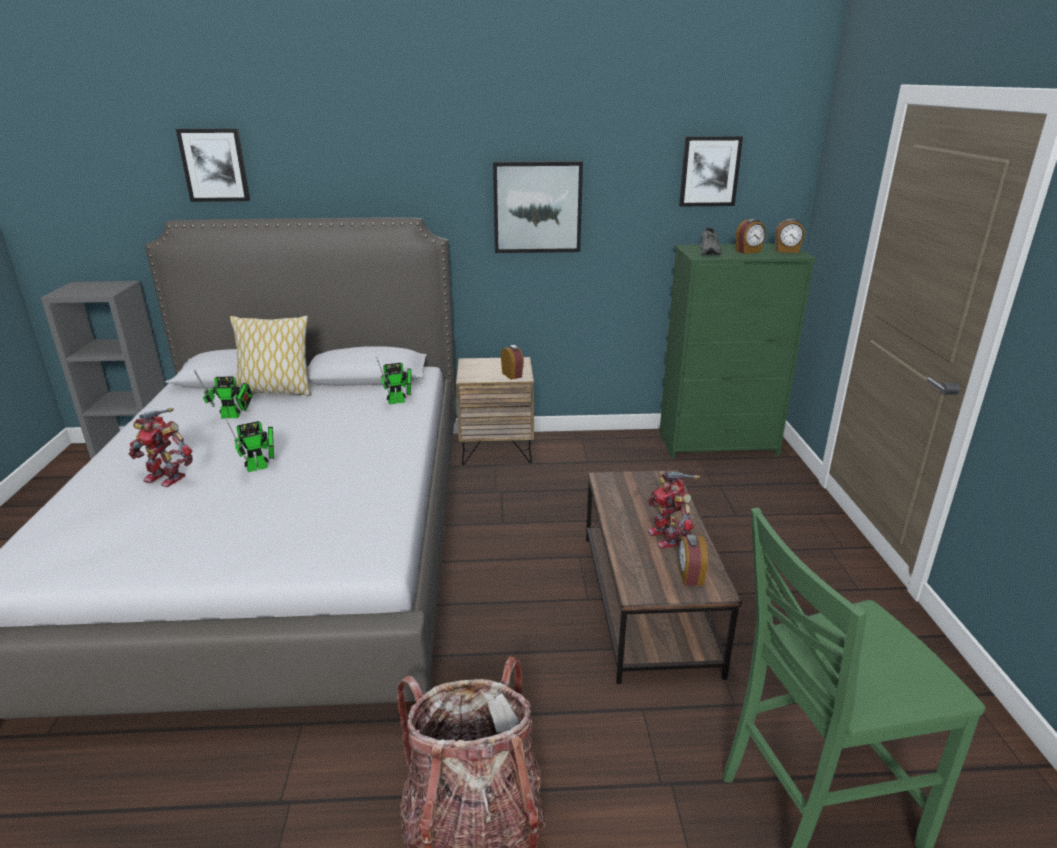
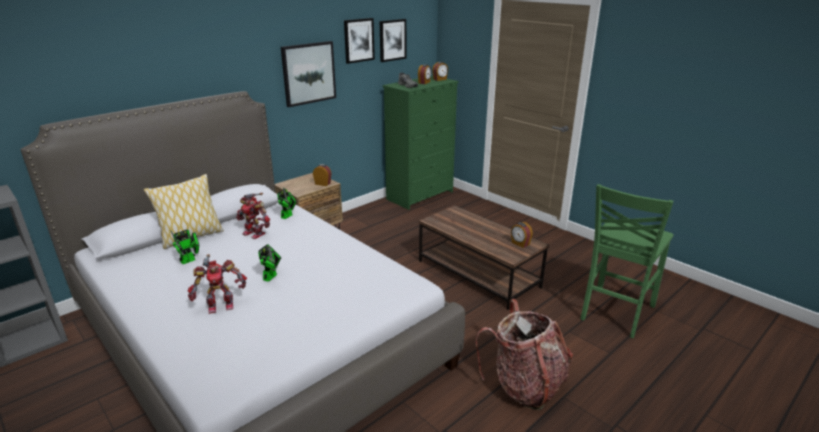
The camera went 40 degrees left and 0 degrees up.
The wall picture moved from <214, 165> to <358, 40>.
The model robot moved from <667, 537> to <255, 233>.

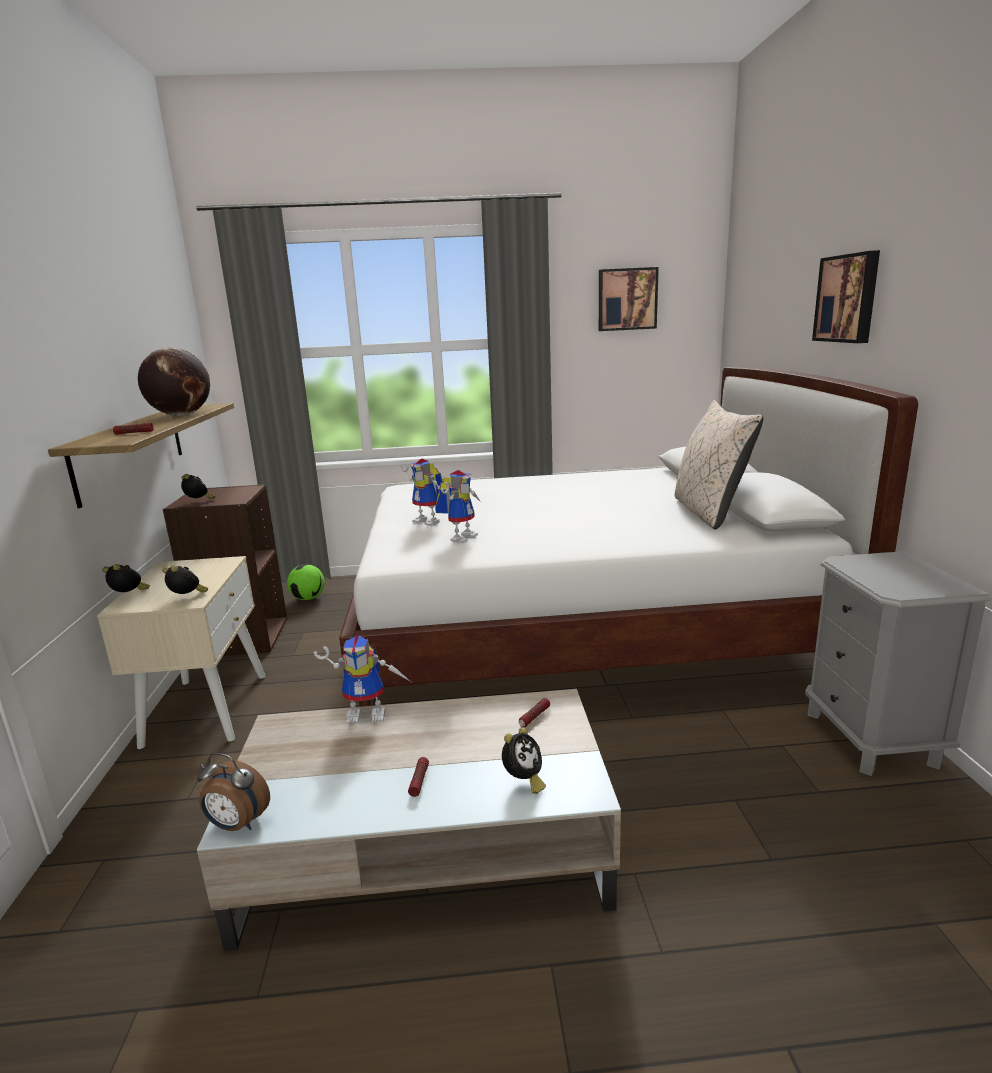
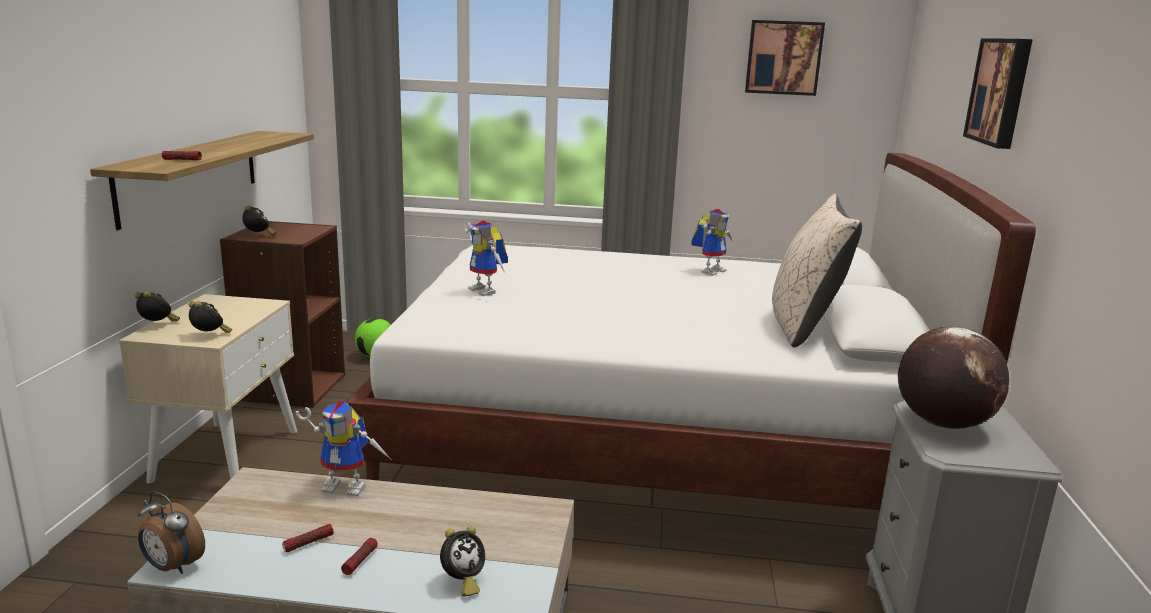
The camera went 10 degrees right and 0 degrees up.
The desk globe moved from <181, 415> to <942, 423>.
The model robot moved from <461, 537> to <711, 270>.
The flashlight moved from <534, 717> to <308, 543>.

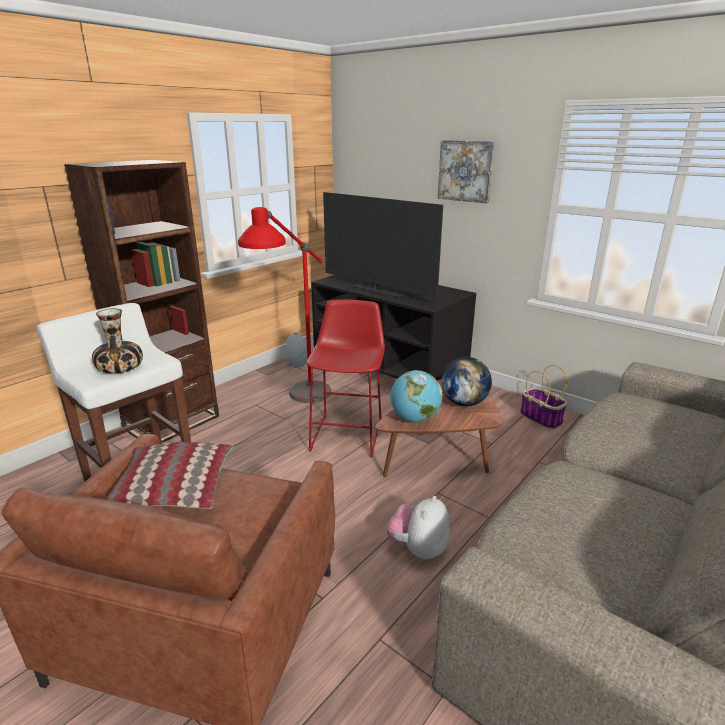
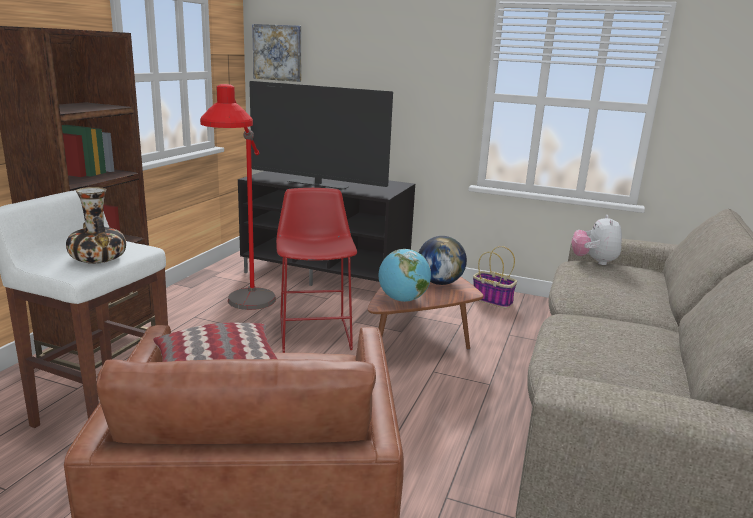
The camera went 20 degrees left and 5 degrees down.
The decorative vase (grey) at <297, 365> disappeared.
The plush toy moved from <418, 549> to <594, 262>.
The wall picture moved from <466, 171> to <278, 52>.

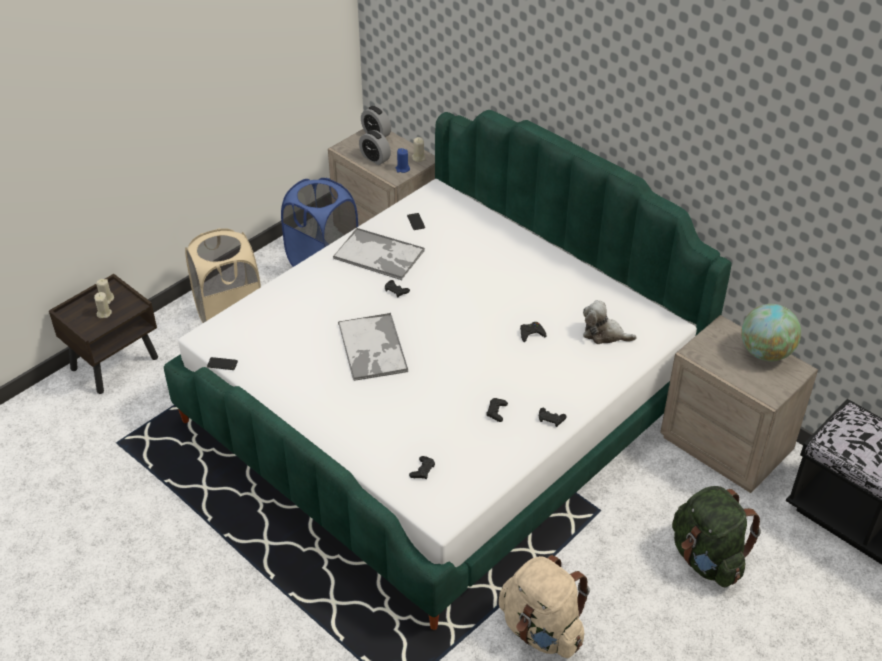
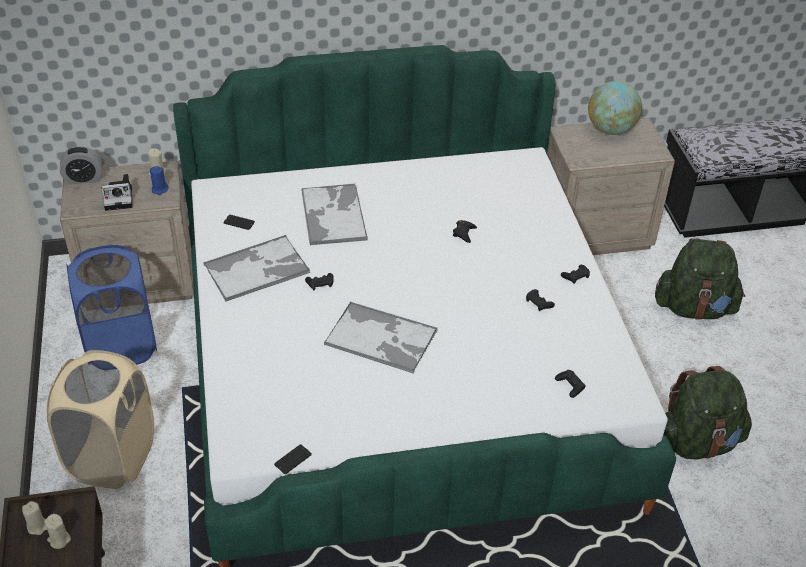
The camera went 55 degrees left and 0 degrees up.
The bedside clock at <375, 158> was replaced by the still camera at <120, 198>.
The knapsack (beige) at <541, 630> became the knapsack (green-coloured) at <696, 442>.
The plush toy at <604, 334> disappeared.
The serving tray at <333, 214> appeared.

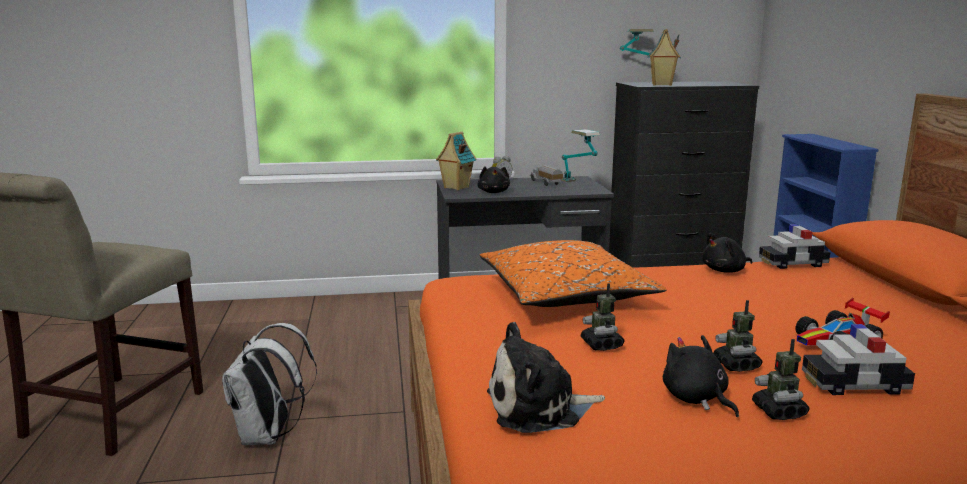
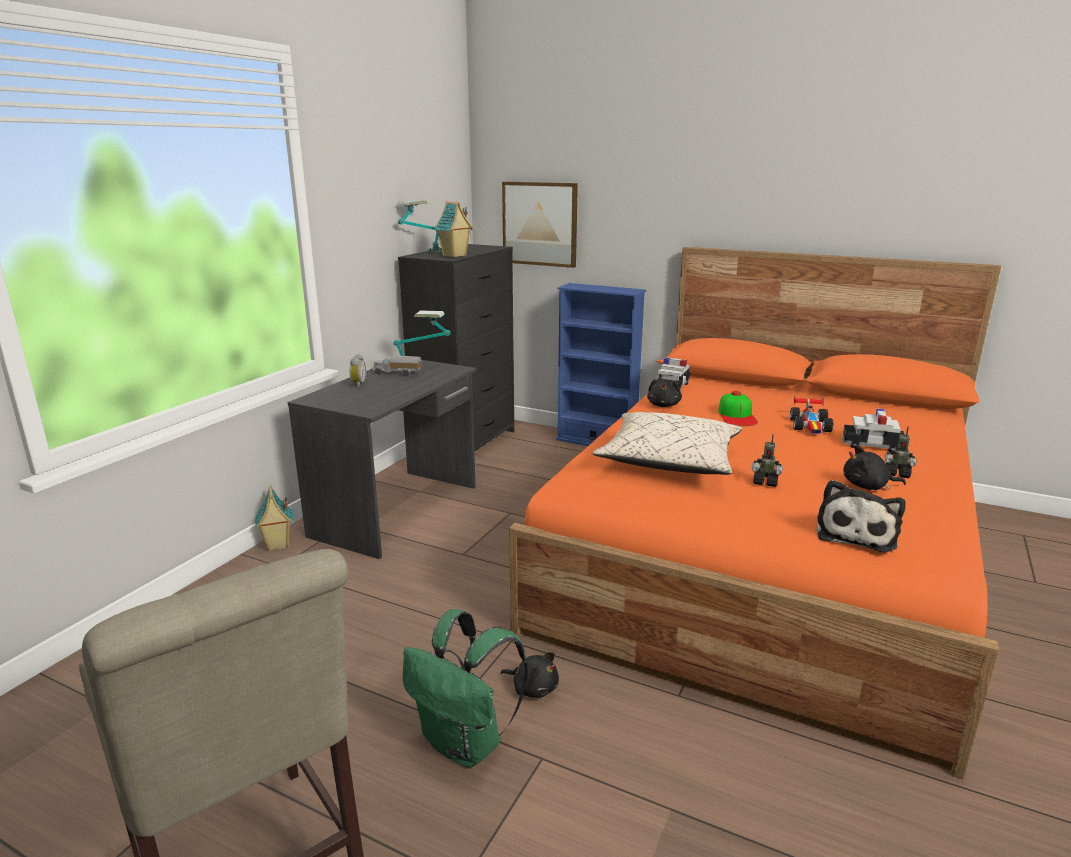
The camera went 55 degrees left and 5 degrees up.
The knapsack (white-coloured) at <268, 436> became the knapsack (green-coloured) at <466, 744>.
The model house moved from <455, 187> to <277, 545>.
The plush toy (black) moved from <494, 192> to <533, 688>.
The cushion (orange) at <565, 295> became the cushion (beige) at <669, 461>.
The model robot at <736, 365> disappeared.
The miniature car at <854, 384> turned 75 degrees clockwise.
The wall picture at <540, 224> appeared.
The peaked cap at <737, 416> appeared.

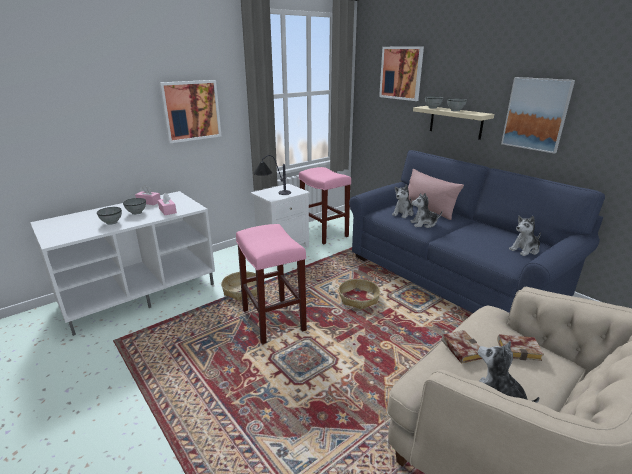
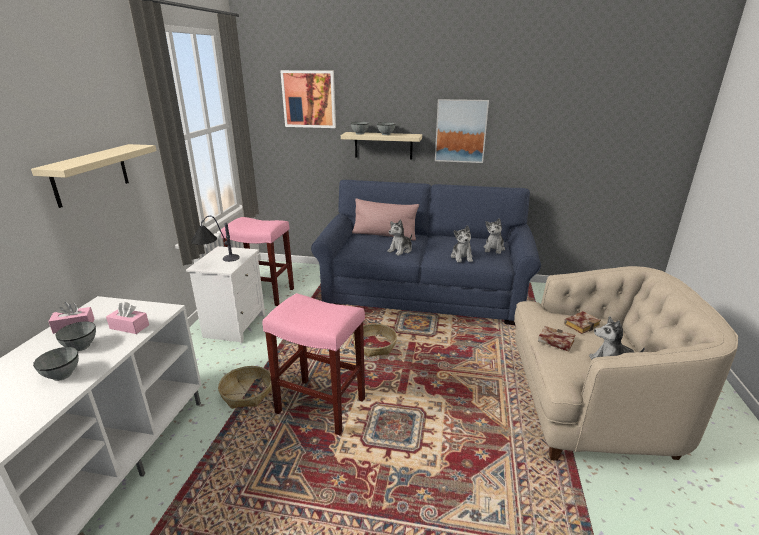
The camera went 40 degrees left and 0 degrees up.
The wall picture at <191, 111> was replaced by the shelf (beige) at <91, 174>.
The plush toy moved from <403, 213> to <461, 257>.

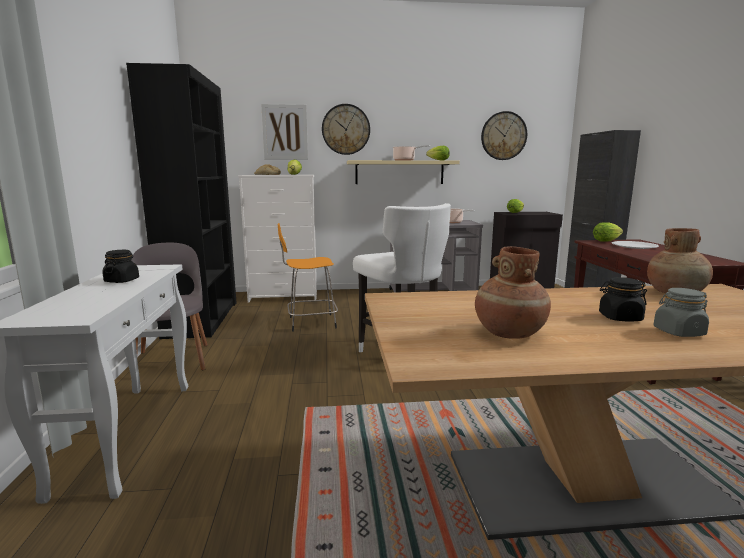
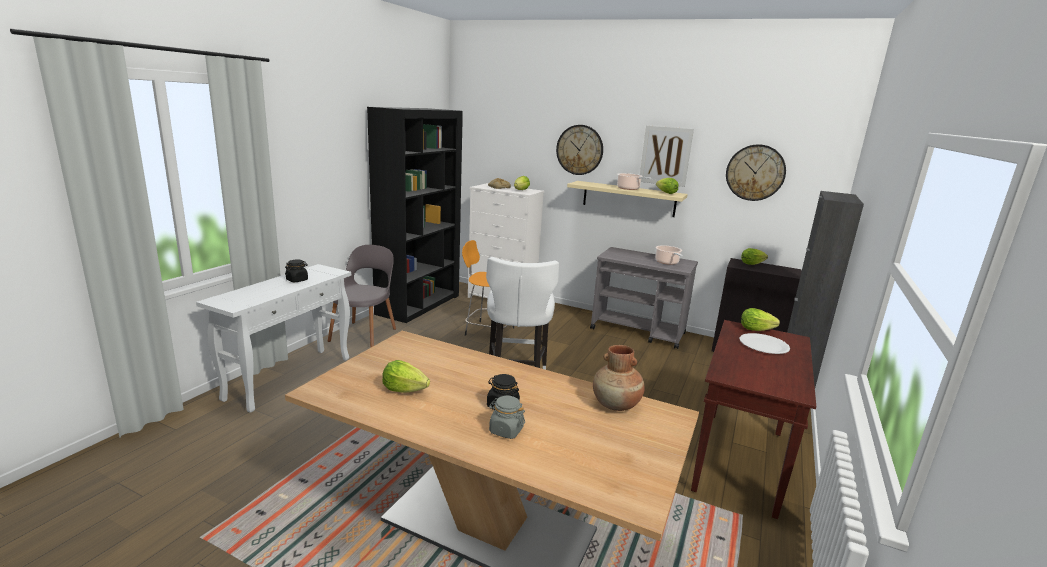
The camera went 30 degrees right and 5 degrees up.
The wall picture moved from <285, 132> to <665, 156>.
The decorative vase (brown) at <508, 333> was replaced by the lettuce at <404, 390>.

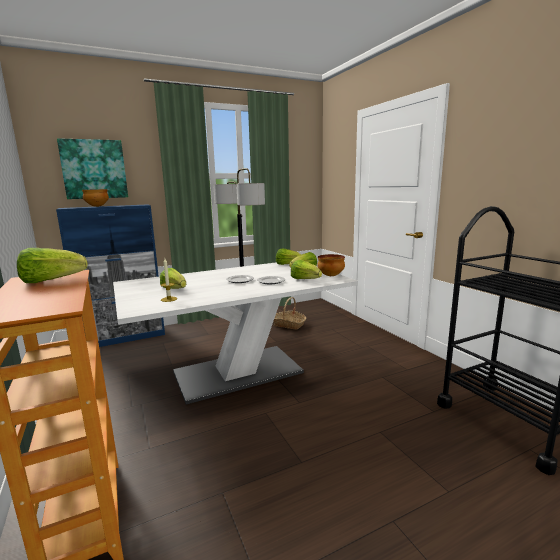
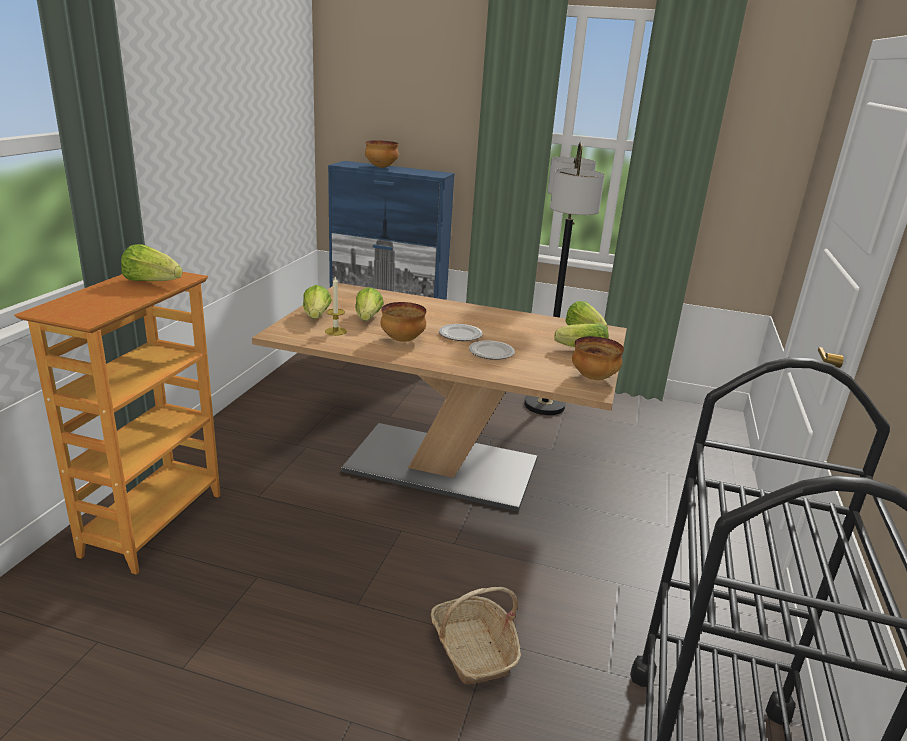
The camera went 40 degrees right and 10 degrees up.
The wall picture at <94, 169> disappeared.
The dinner table (white-coloured) at <237, 372> became the dinner table (brown) at <442, 465>.
The basket moved from <288, 324> to <473, 650>.
The lettuce moved from <305, 280> to <316, 317>.
The deep dish at <402, 340> appeared.

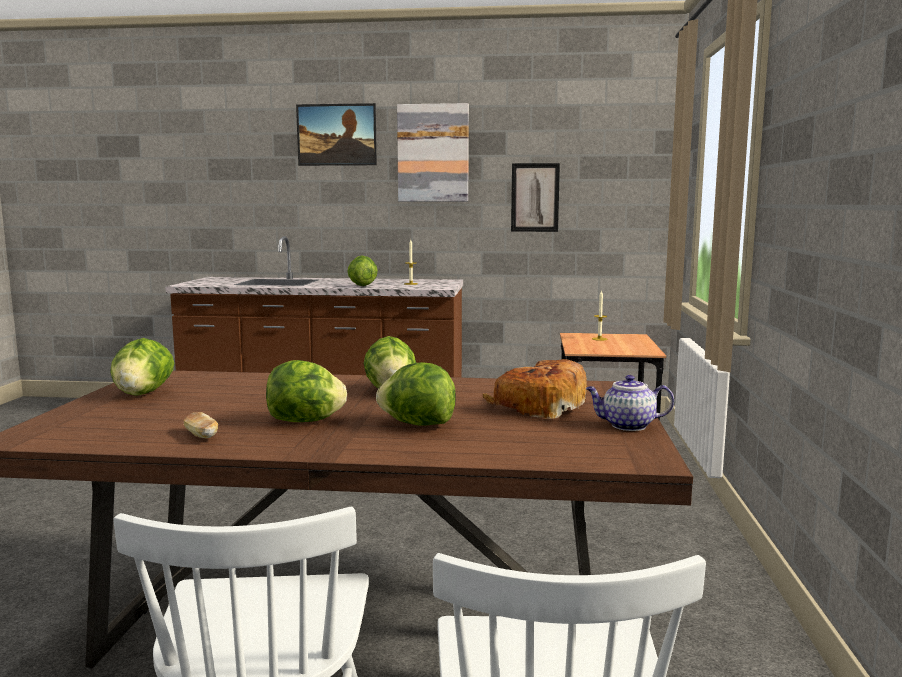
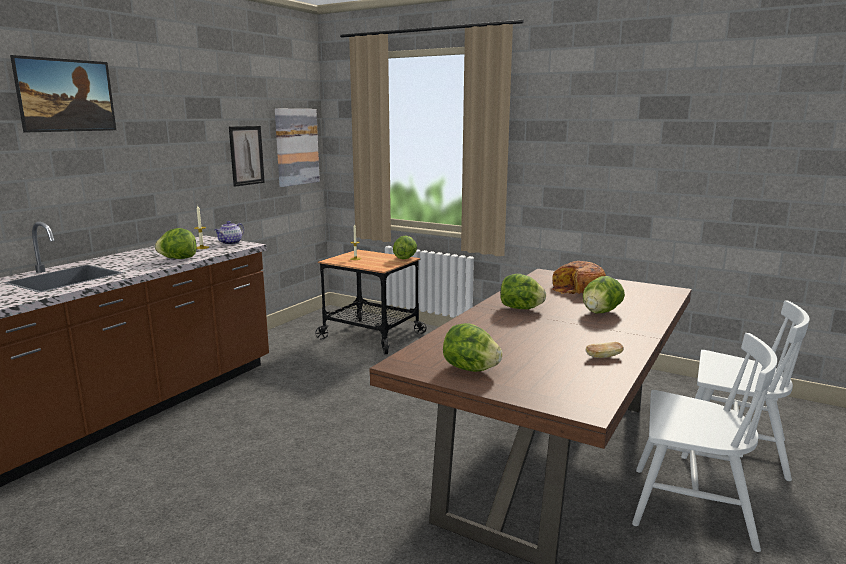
The camera went 65 degrees left and 5 degrees up.
The lettuce moved from <305, 421> to <405, 258>.
The wall picture moved from <433, 153> to <296, 147>.
The teapot moved from <627, 426> to <230, 243>.

